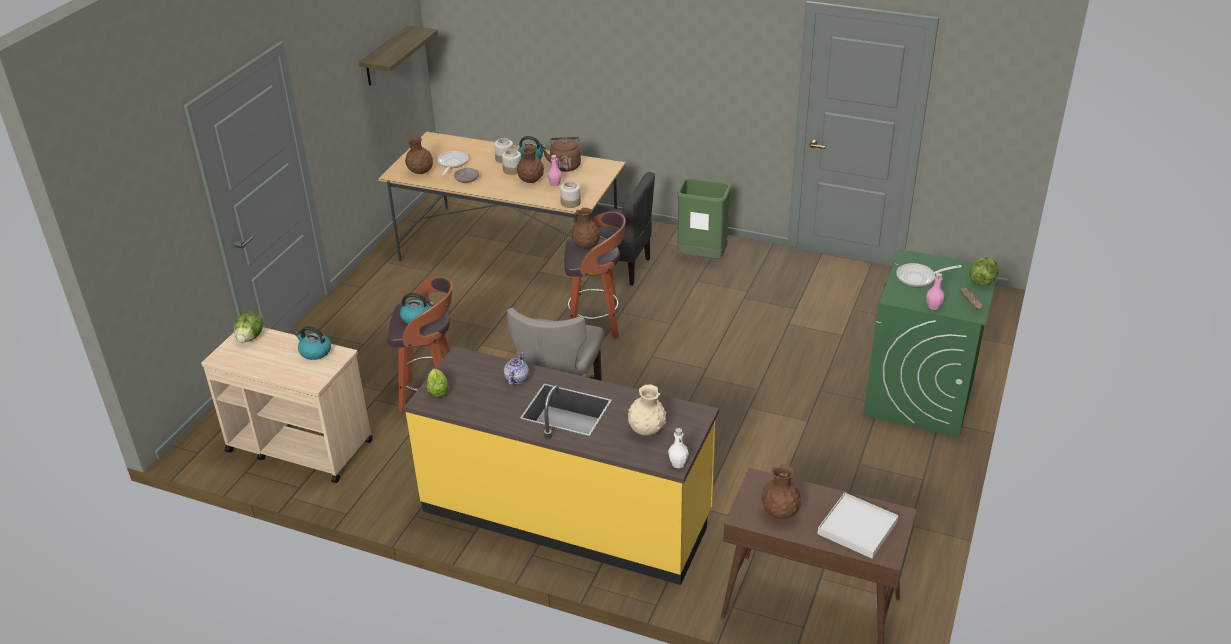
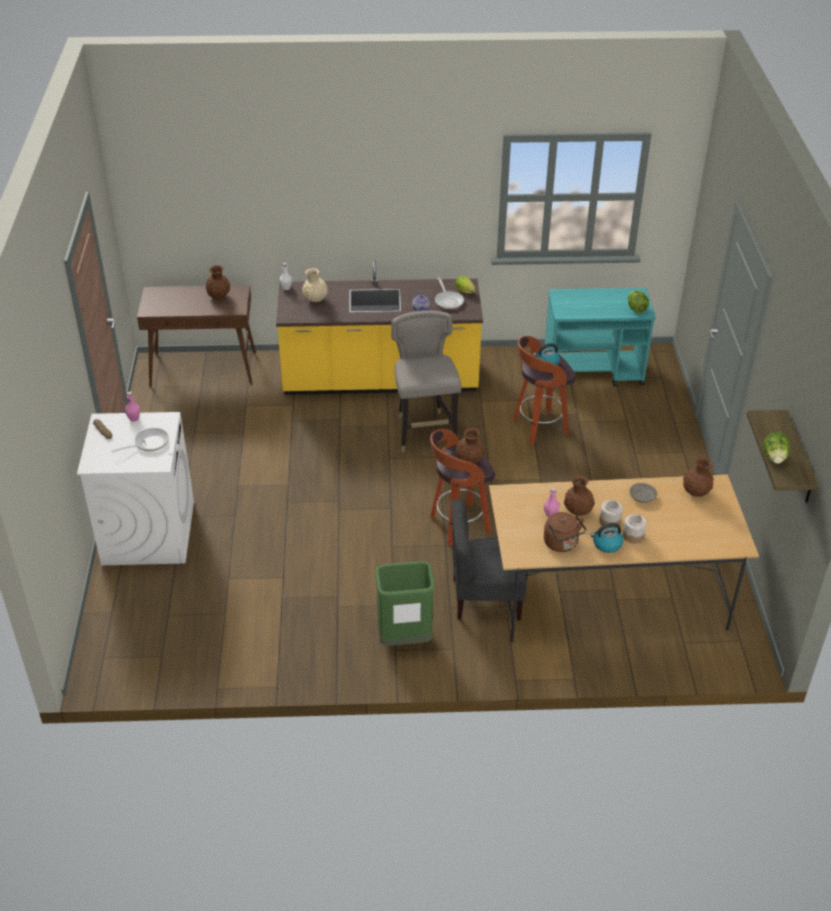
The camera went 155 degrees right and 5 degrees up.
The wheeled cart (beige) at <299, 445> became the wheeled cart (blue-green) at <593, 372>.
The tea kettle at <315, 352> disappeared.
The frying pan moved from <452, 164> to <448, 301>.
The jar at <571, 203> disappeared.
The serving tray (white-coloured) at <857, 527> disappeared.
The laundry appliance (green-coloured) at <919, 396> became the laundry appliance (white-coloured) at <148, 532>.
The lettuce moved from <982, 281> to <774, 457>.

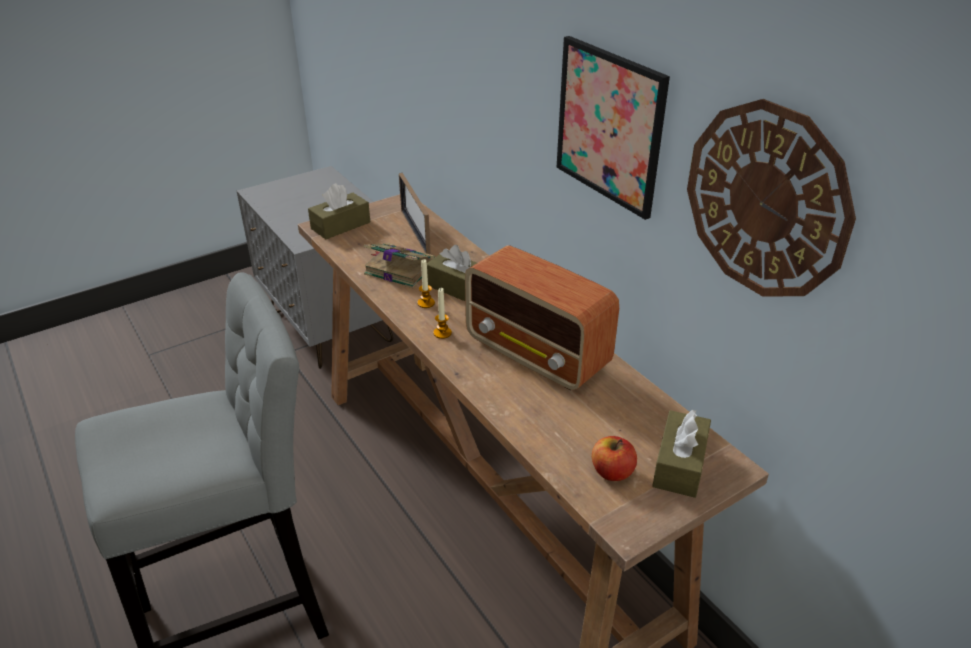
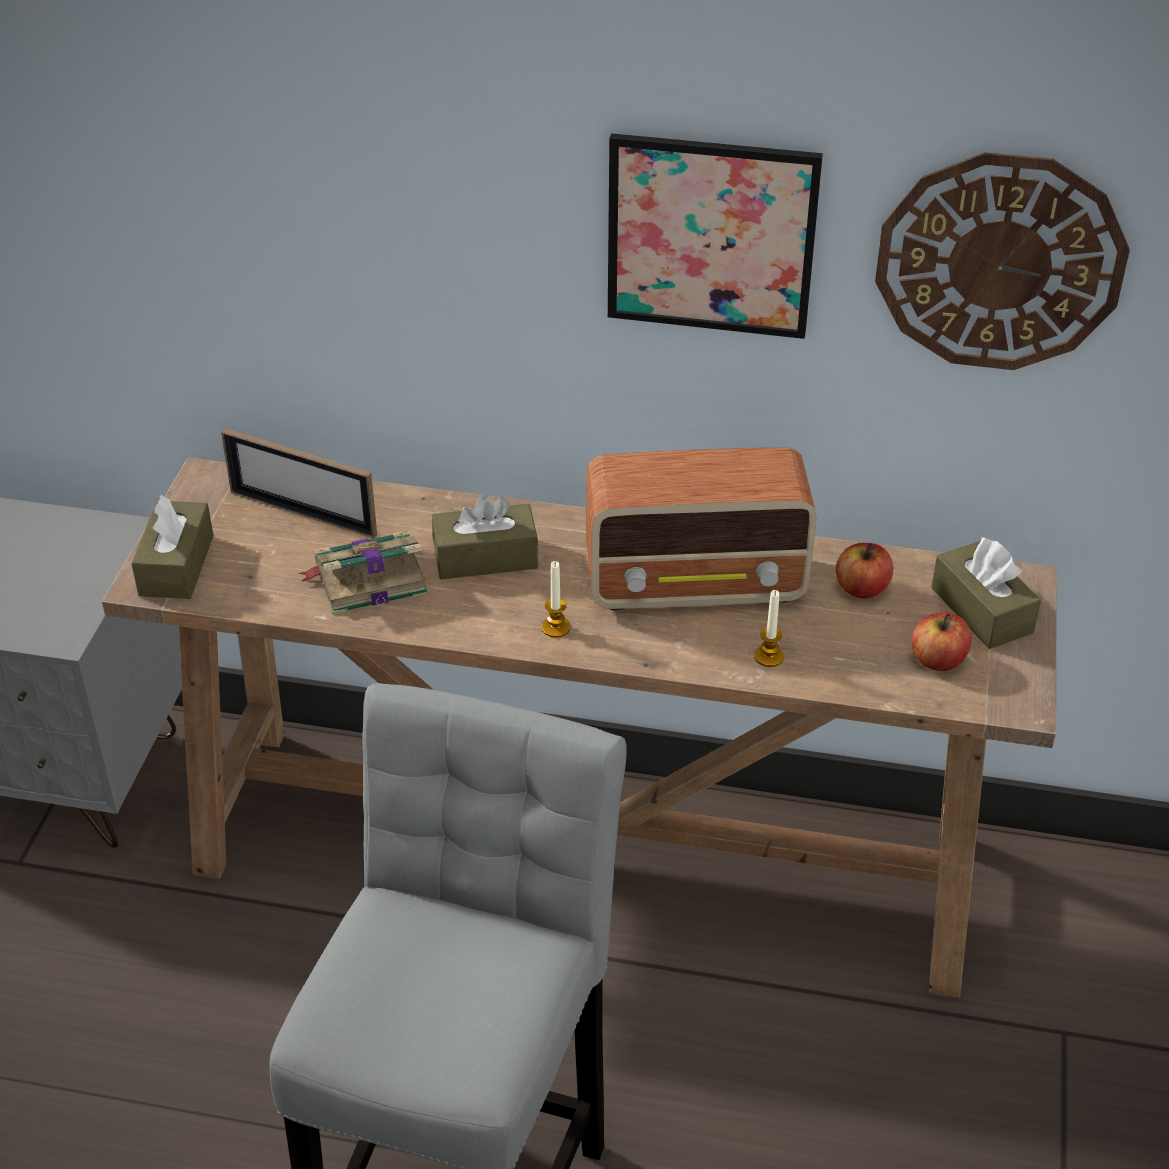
The camera went 45 degrees left and 5 degrees up.
The wax light moved from <426, 303> to <769, 656>.
The whole apple at <862, 588> appeared.

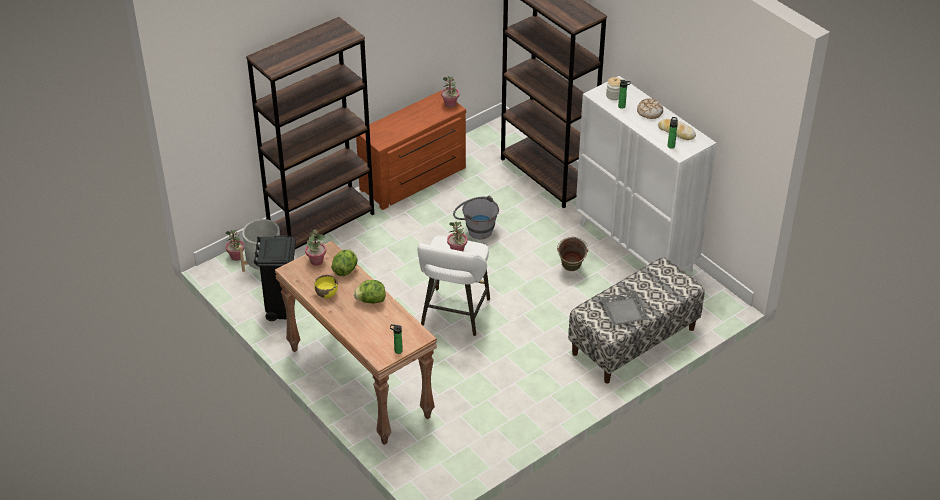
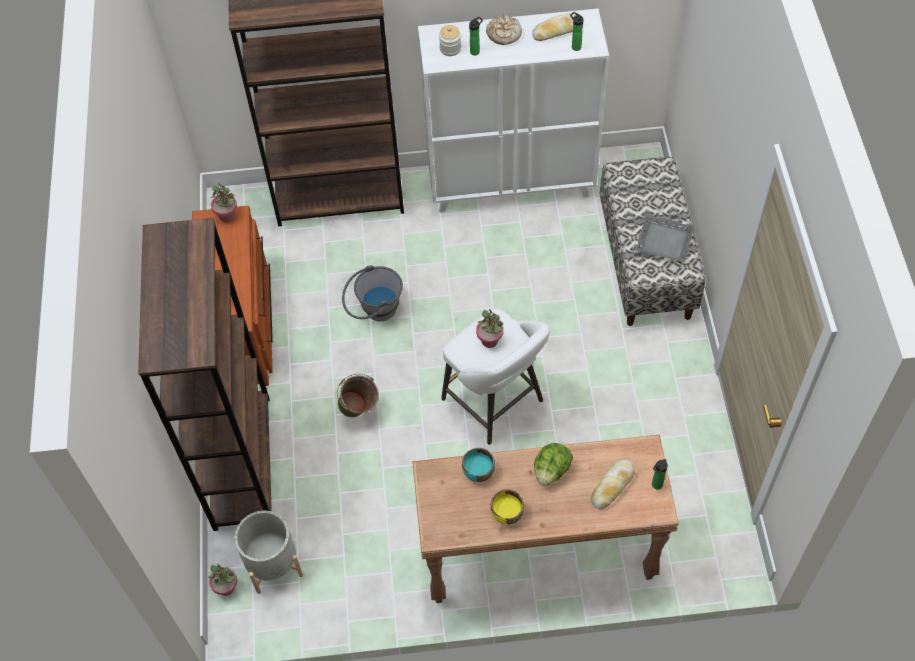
The camera went 55 degrees left and 15 degrees up.
The waste bin (black) at <281, 309> disappeared.
The houseplant at <316, 261> disappeared.
The lettuce at <345, 270> was replaced by the deep dish (blue-green) at <478, 471>.
The water bucket (green-coloured) moved from <571, 270> to <359, 412>.
The baked bread at <612, 486> appeared.

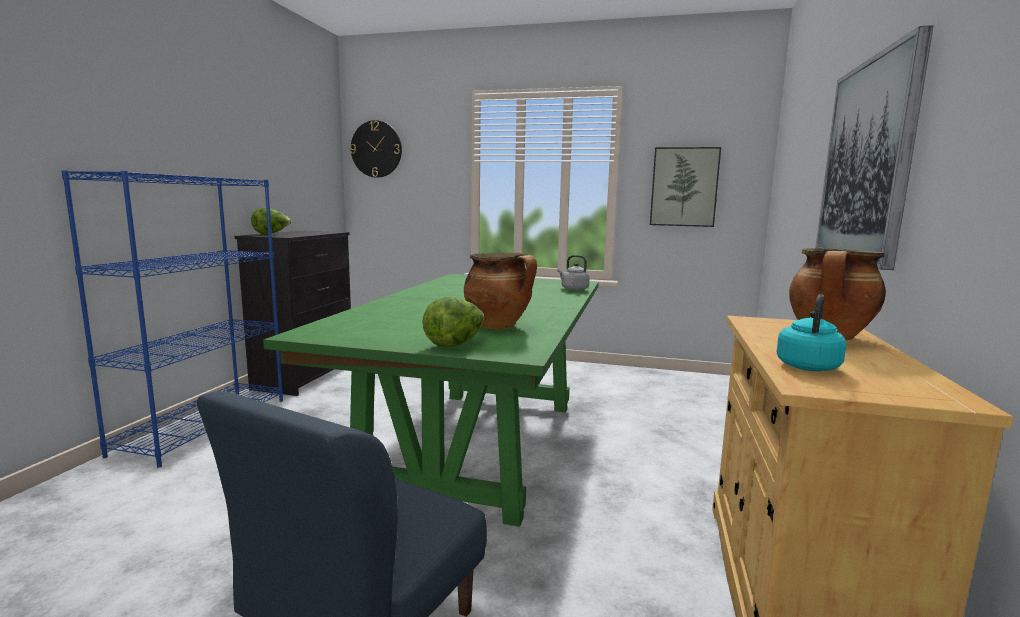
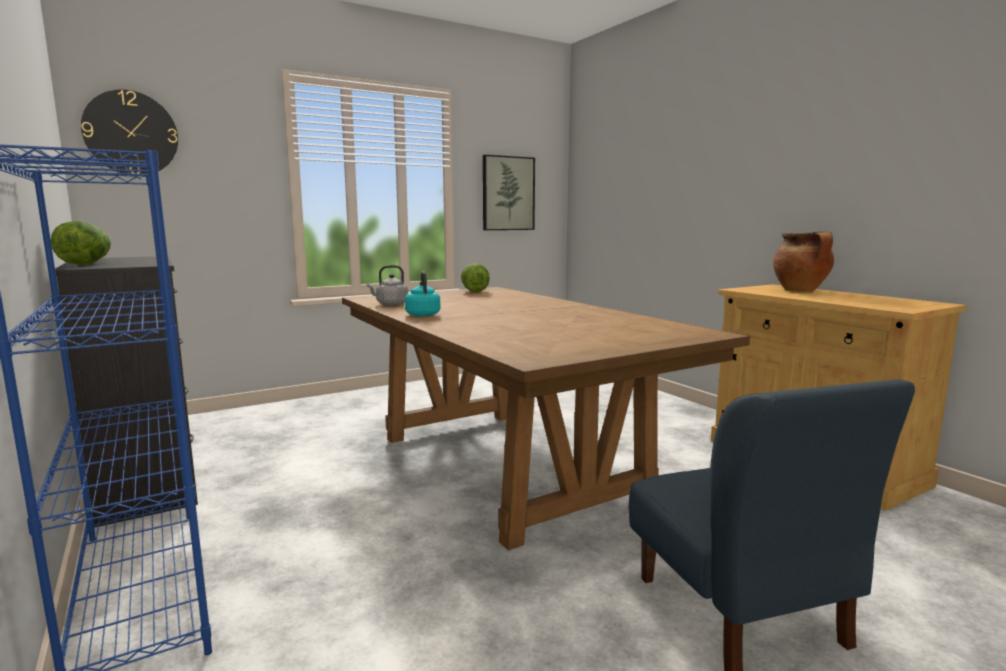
The camera went 45 degrees left and 0 degrees up.
The dinner table (green-coloured) at <478, 444> became the dinner table (brown) at <504, 465>.
The lettuce moved from <455, 344> to <474, 291>.
The cooking pot at <499, 326> disappeared.
The tea kettle (grey) moved from <573, 289> to <390, 304>.
The tea kettle (blue-green) moved from <808, 366> to <422, 314>.
The wall picture at <867, 161> disappeared.

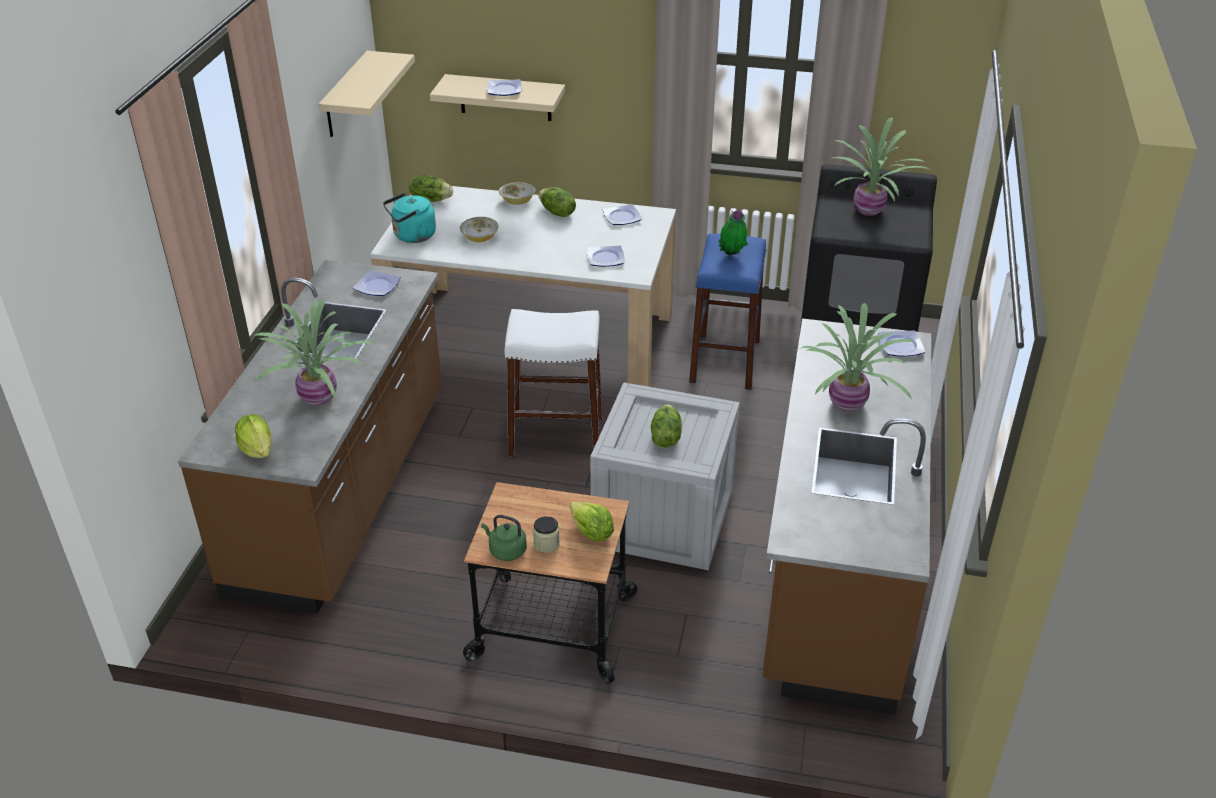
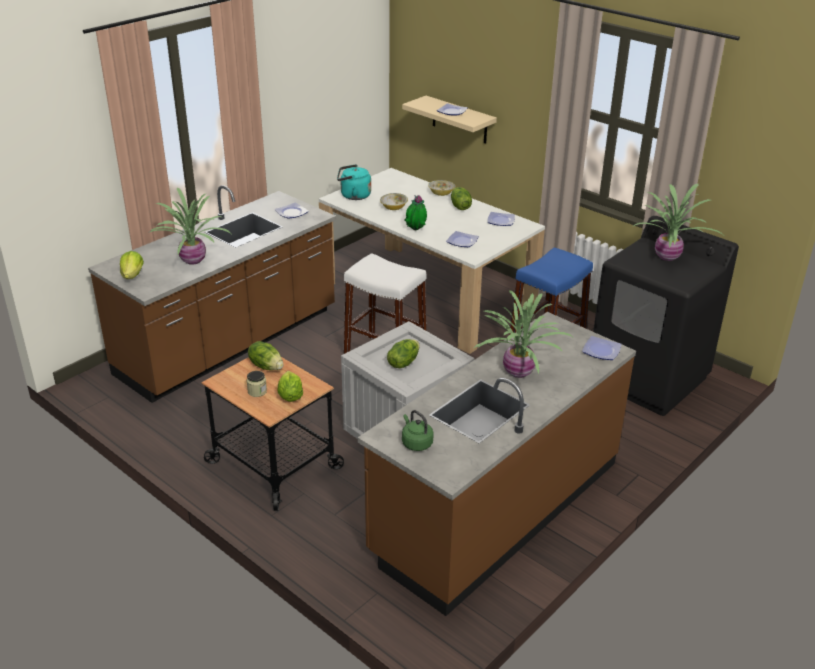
The camera went 30 degrees right and 5 degrees down.
The shelf (beige) at <346, 95> disappeared.
The lettuce moved from <431, 200> to <266, 366>.
The tea kettle (green-coloured) moved from <506, 550> to <416, 443>.
The houseplant moved from <731, 256> to <415, 231>.

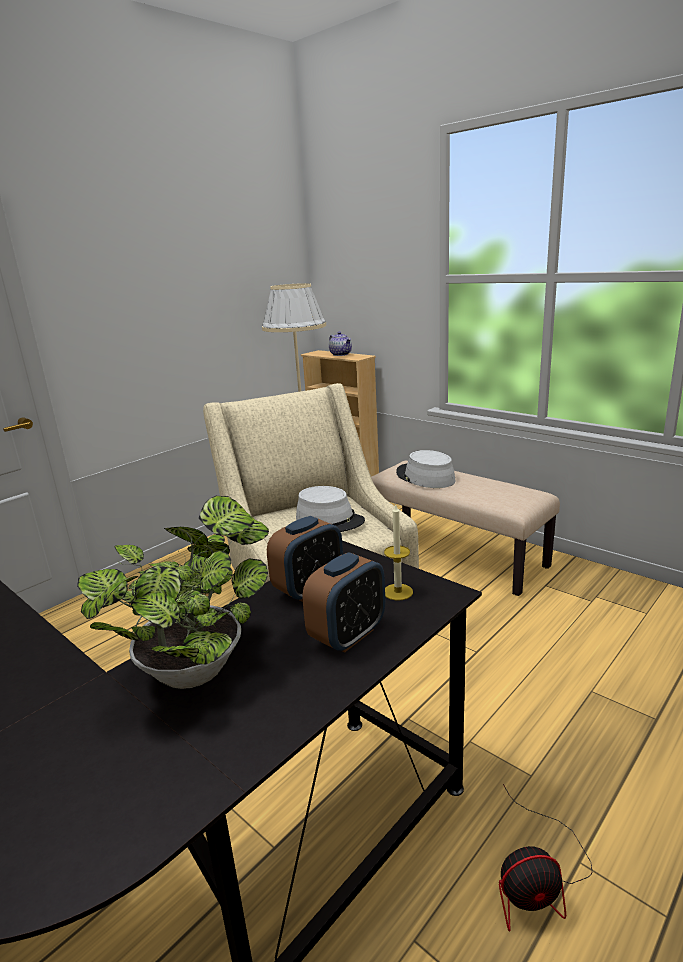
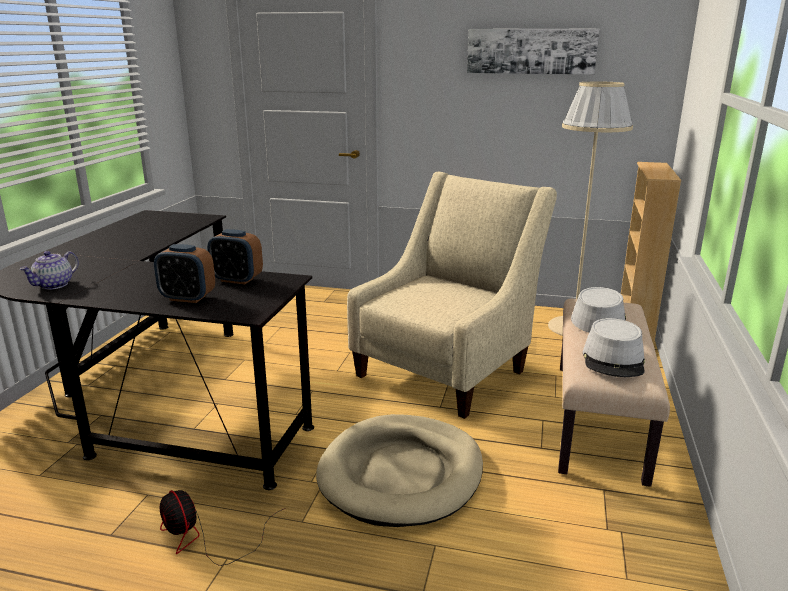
The camera went 60 degrees right and 0 degrees up.
The houseplant at <199, 666> disappeared.
The clothing hat (grey) moved from <330, 520> to <614, 360>.
The teapot moved from <341, 354> to <54, 285>.
The wax light at <398, 592> disappeared.
The dog cushion (beige) at <401, 474> appeared.
The wall picture at <531, 51> appeared.

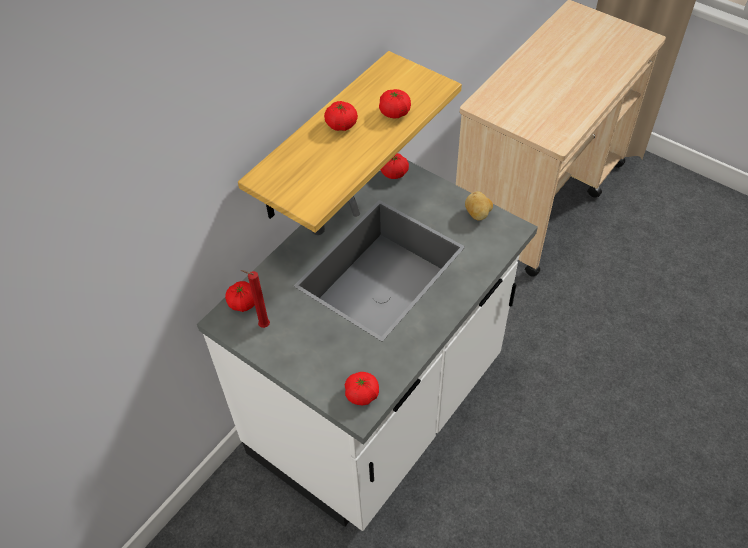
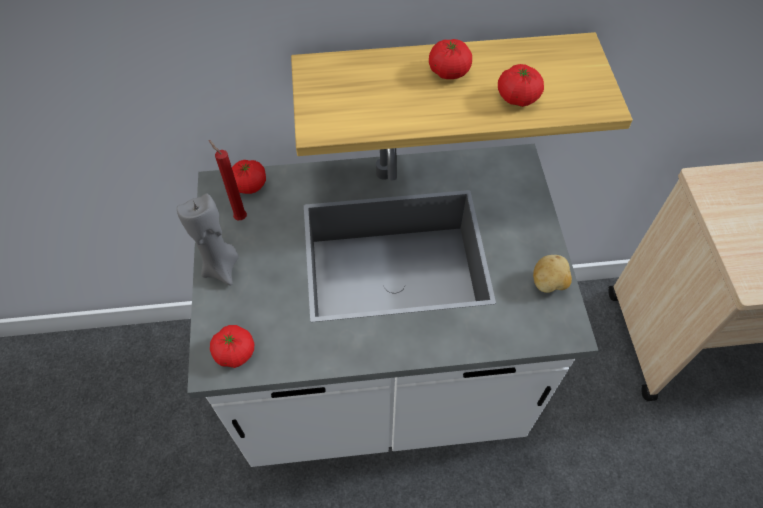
The camera went 45 degrees right and 5 degrees up.
The whole tomato at <394, 173> disappeared.
The wax light (grey) at <221, 267> appeared.

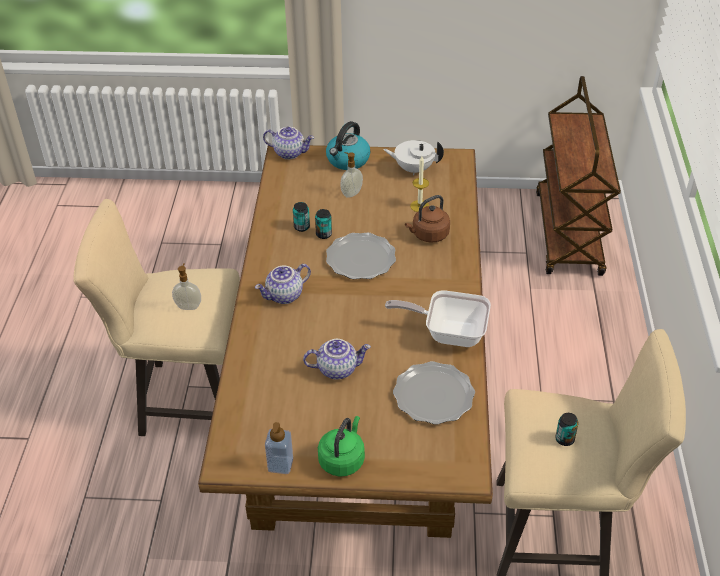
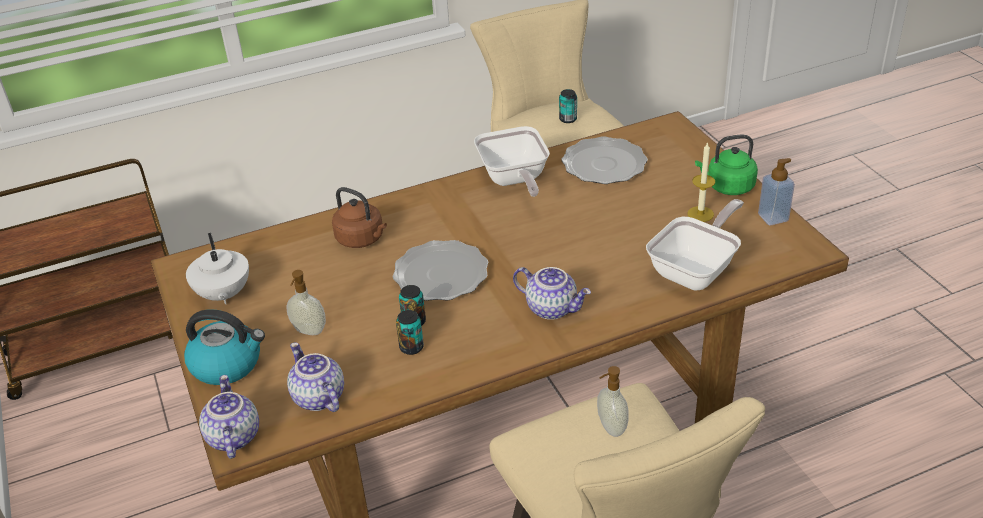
The camera went 115 degrees left and 5 degrees down.
The teapot moved from <337, 368> to <317, 398>.
The wax light moved from <419, 206> to <700, 214>.
The frying pan at <696, 270> appeared.

